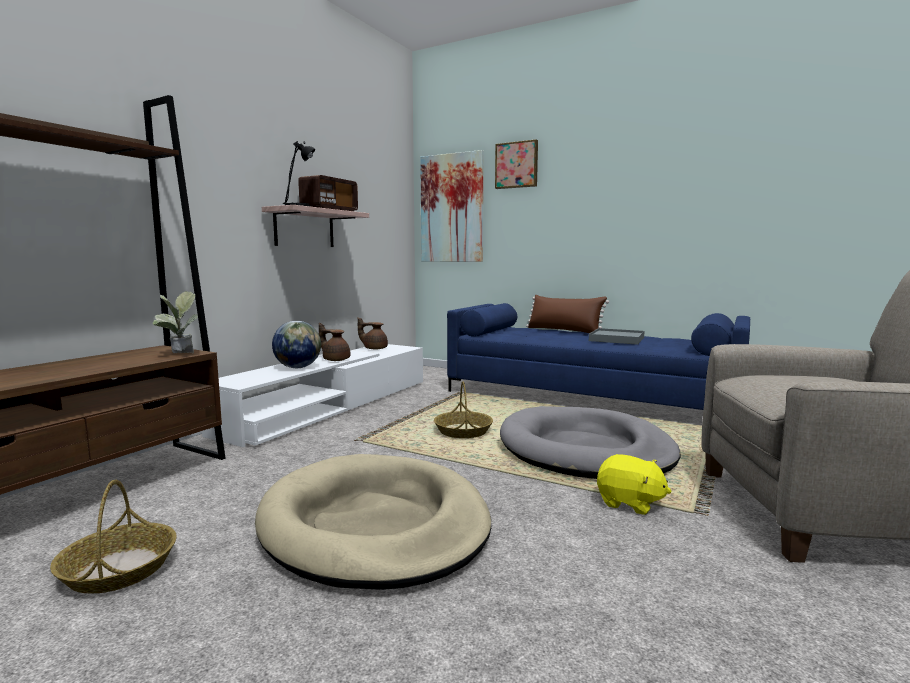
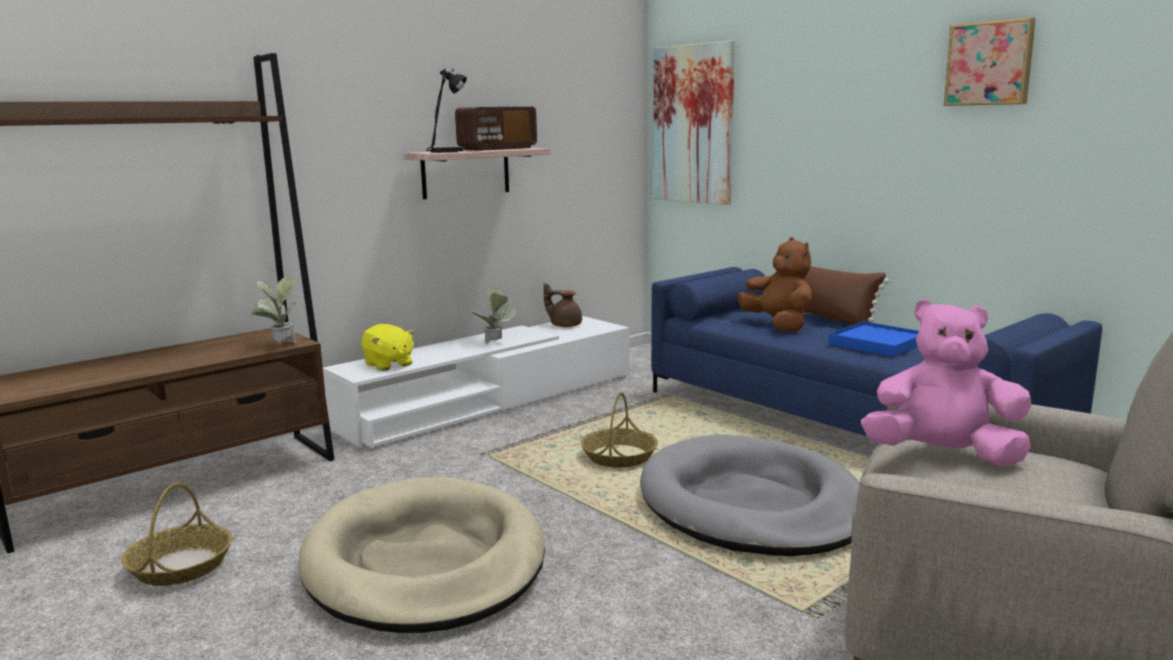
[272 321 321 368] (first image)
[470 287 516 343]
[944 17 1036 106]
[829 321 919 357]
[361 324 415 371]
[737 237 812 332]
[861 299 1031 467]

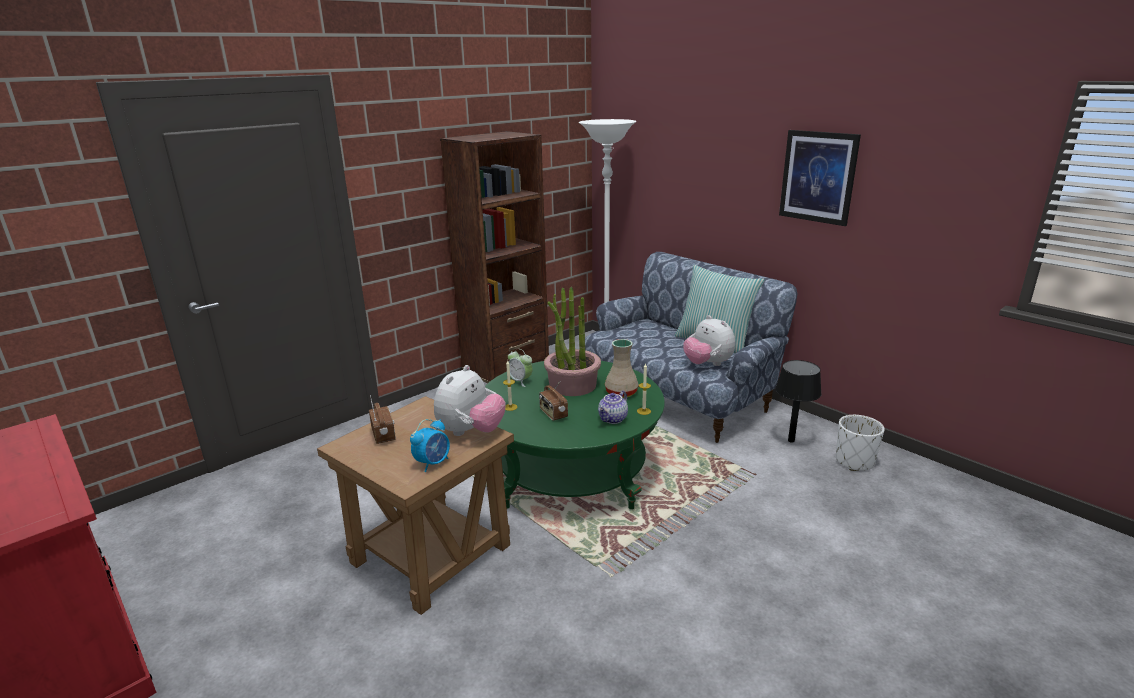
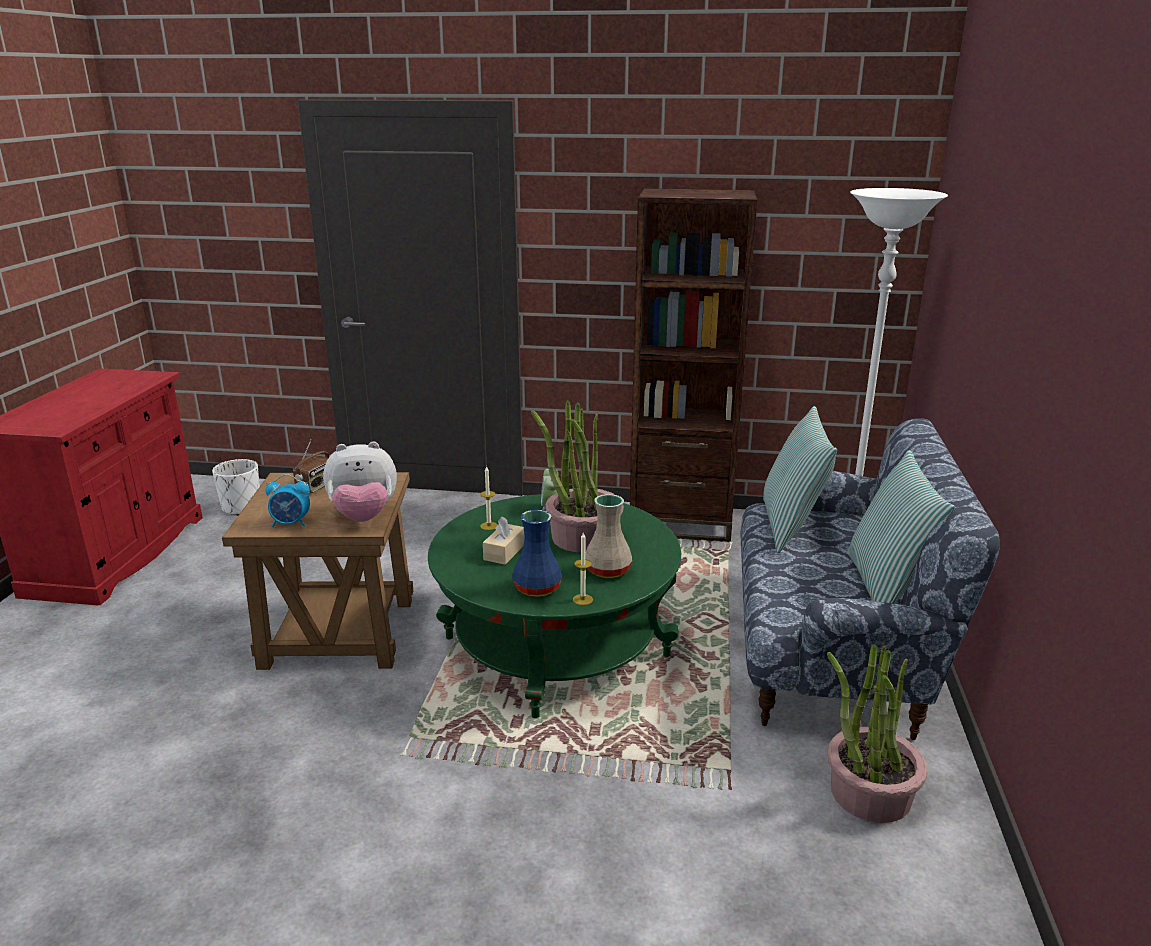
[483 517 525 565]
[512 510 562 597]
[683 315 735 366] (first image)
[827 644 928 823]
[779 130 861 226] (first image)
[212 459 260 516]
[763 406 837 553]

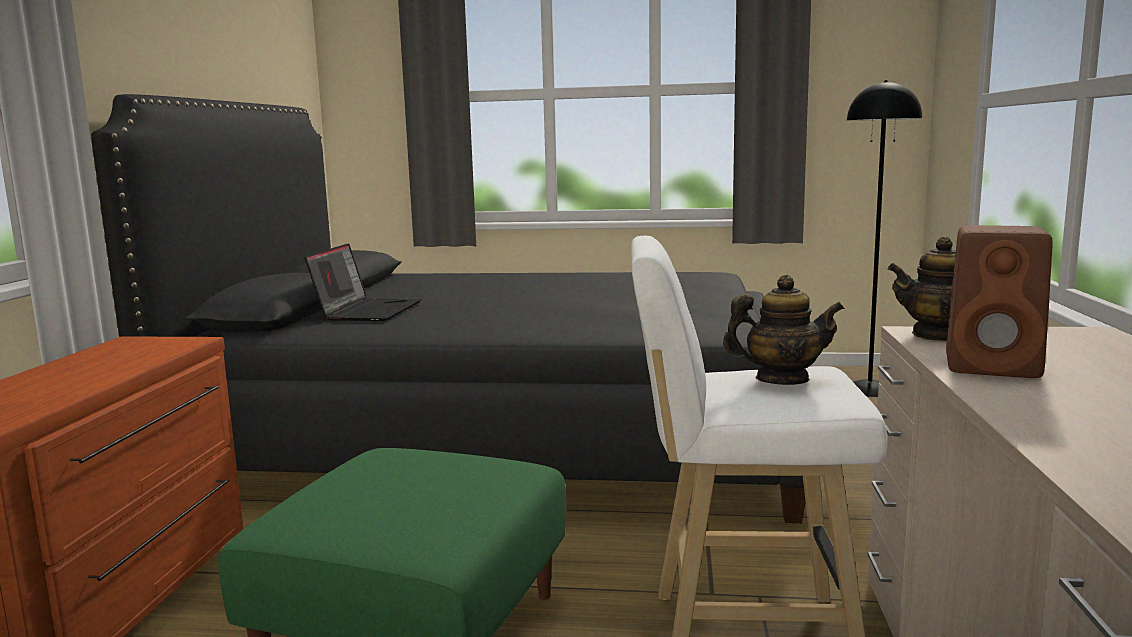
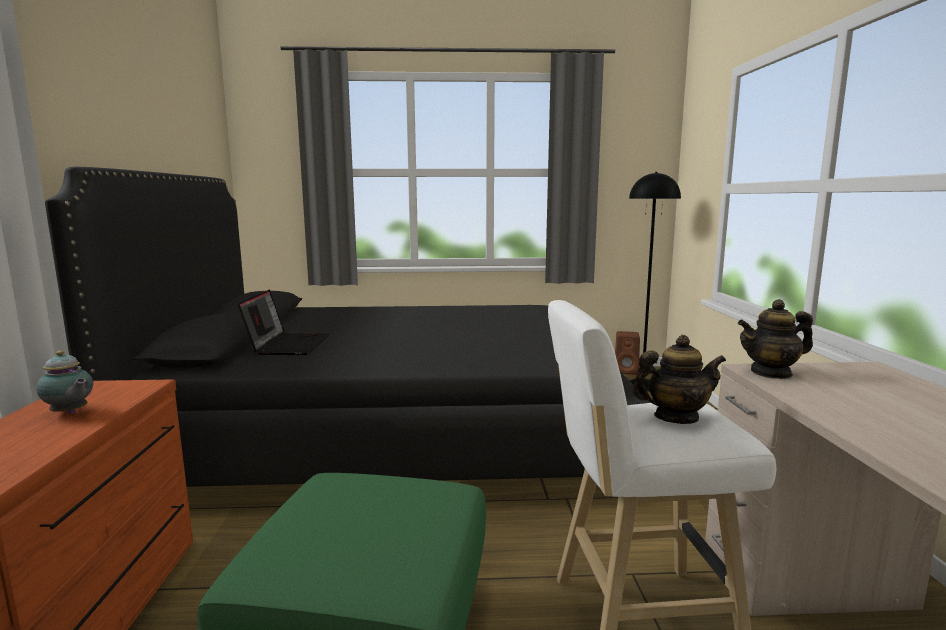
[615 331 640 375]
[36 351 93 414]

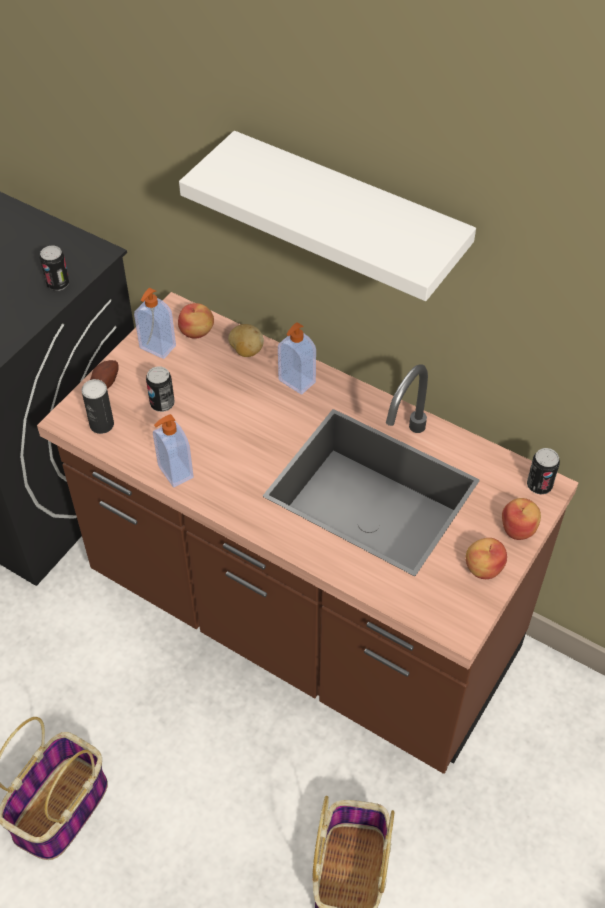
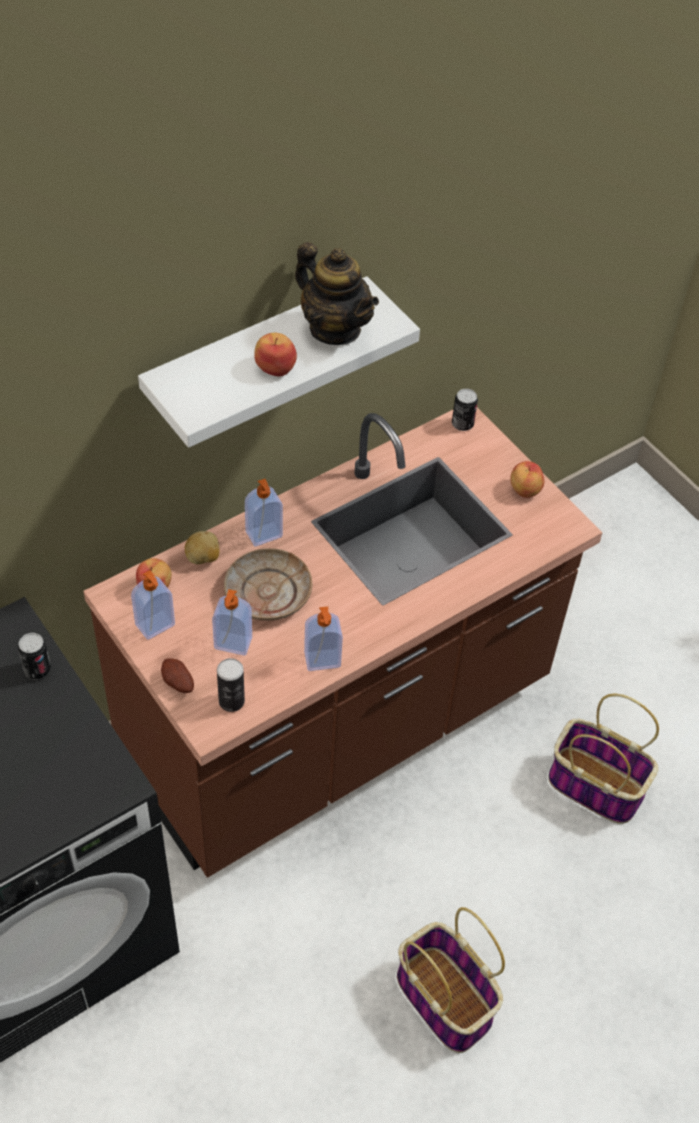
[212 589 252 655]
[254 333 297 376]
[224 548 312 621]
[295 242 379 345]

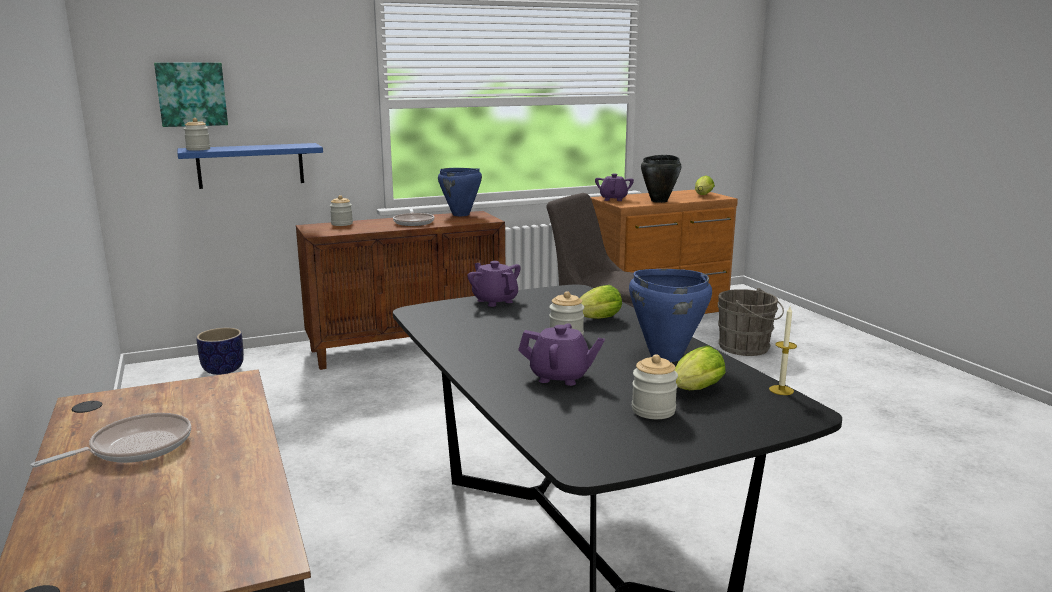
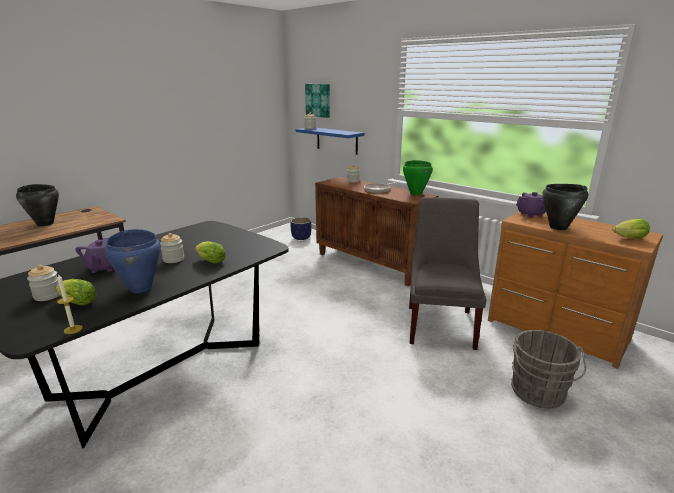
[16 184 59 226]
[403 160 433 195]
[467 261 521 307] (first image)

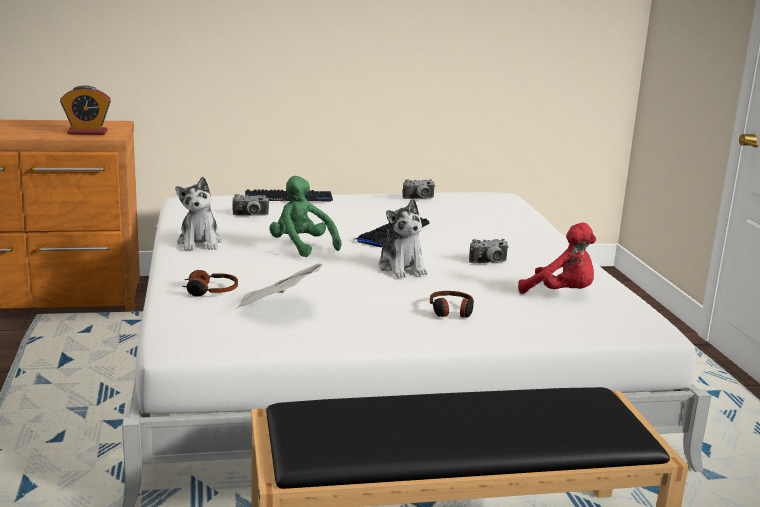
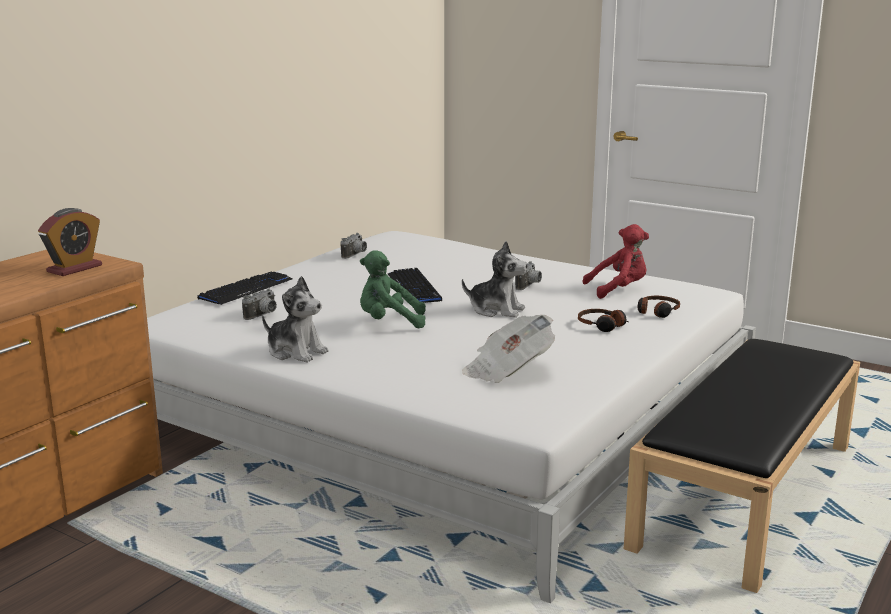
[638 296 680 318]

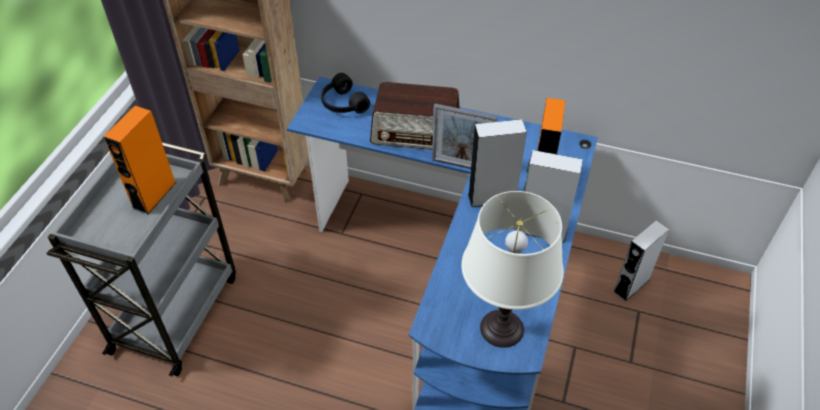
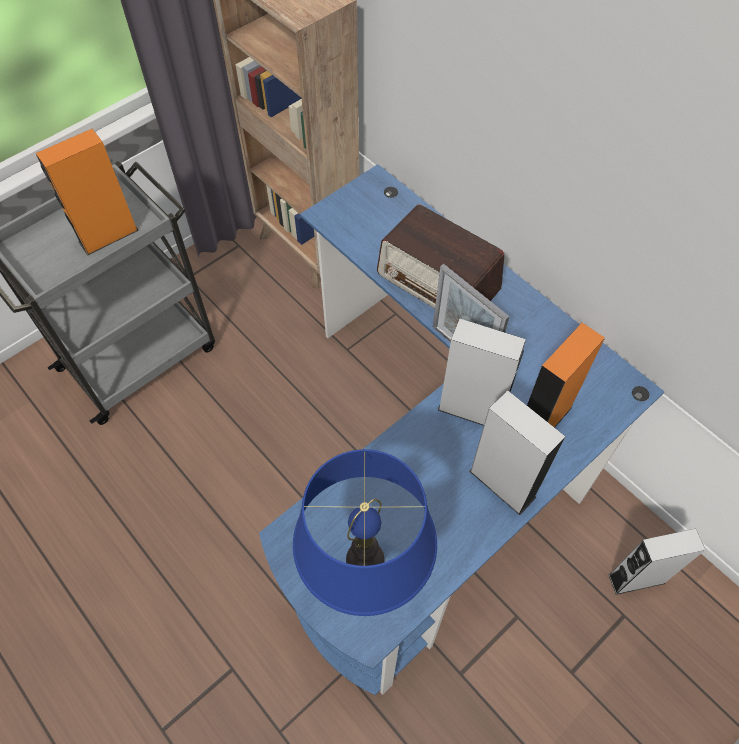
[321 73 370 113] (first image)
[293 449 437 616]

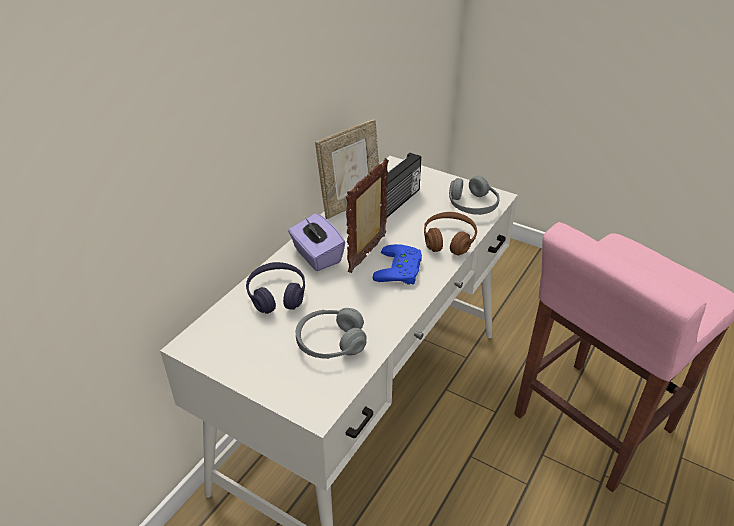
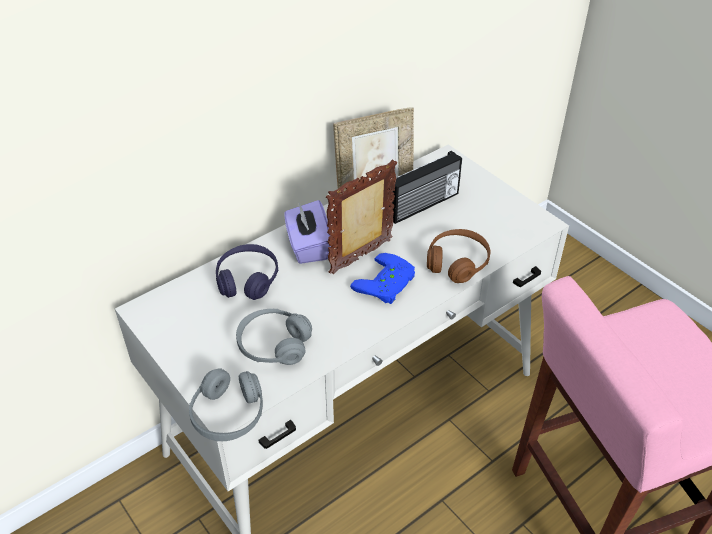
[189 368 263 441]

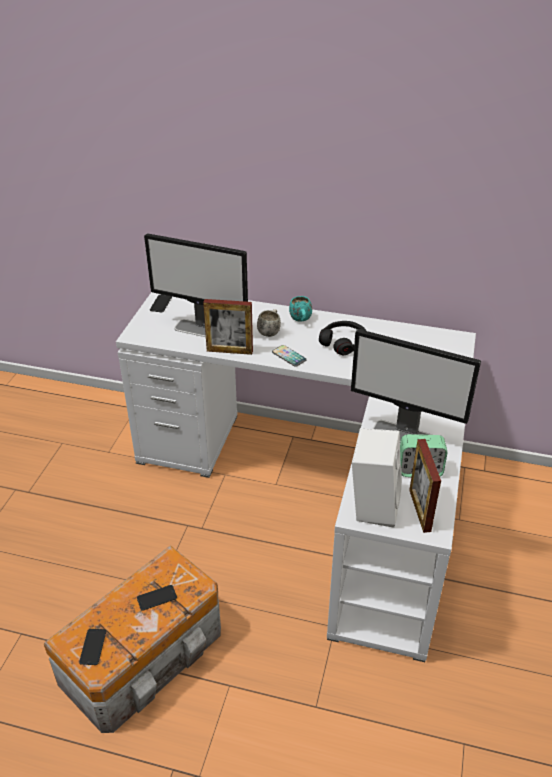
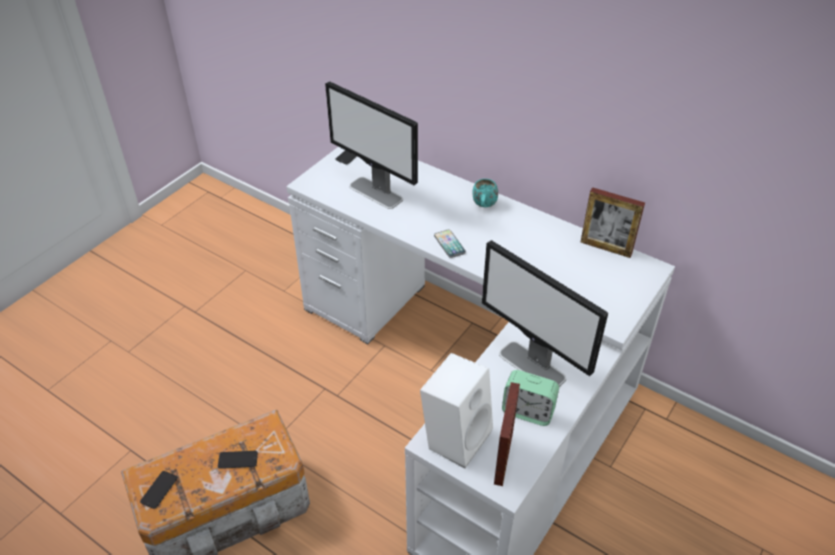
[580 187 645 258]
[257 309 281 337] (first image)
[319 321 366 355] (first image)

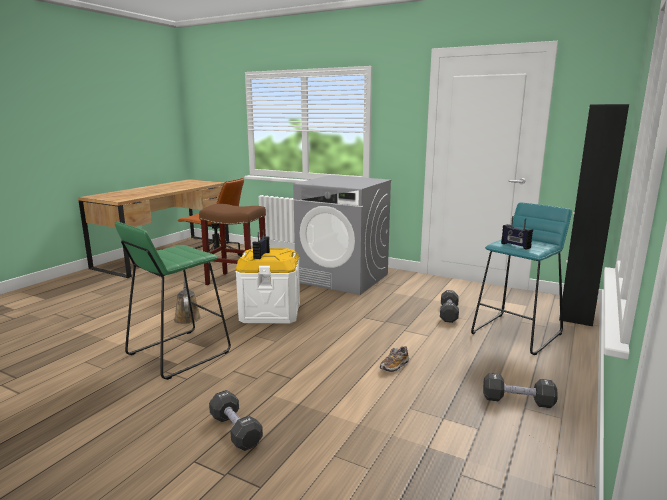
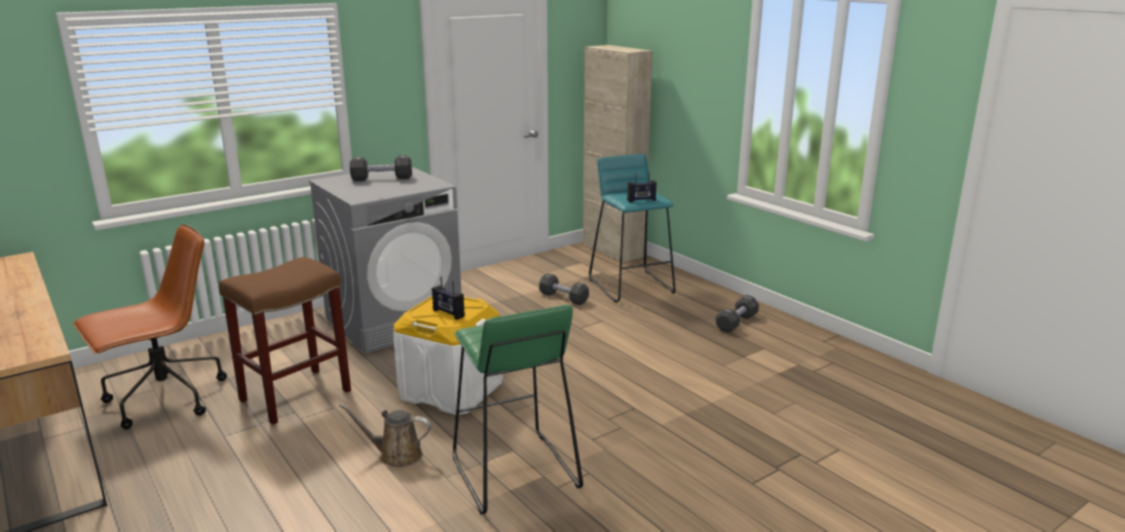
[350 155 412 181]
[380 346 409 372] (first image)
[583 45 653 263]

